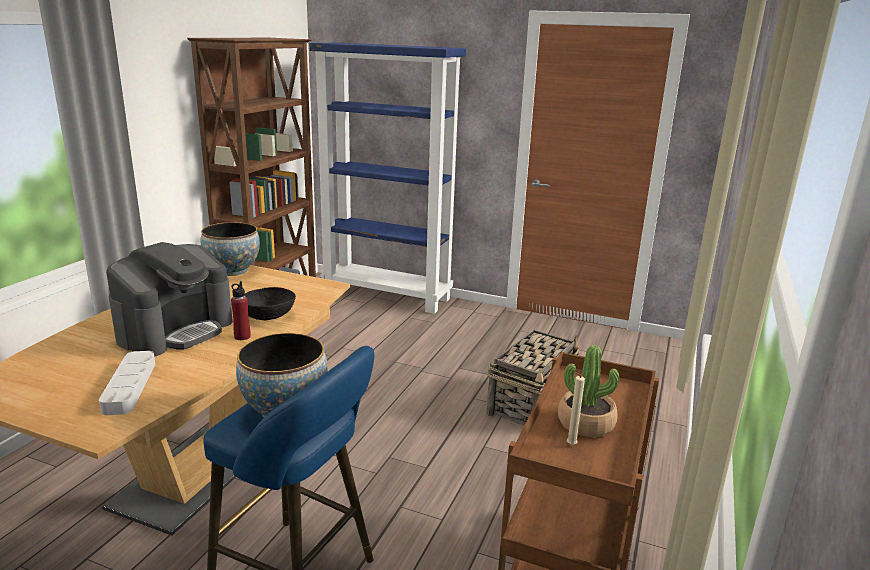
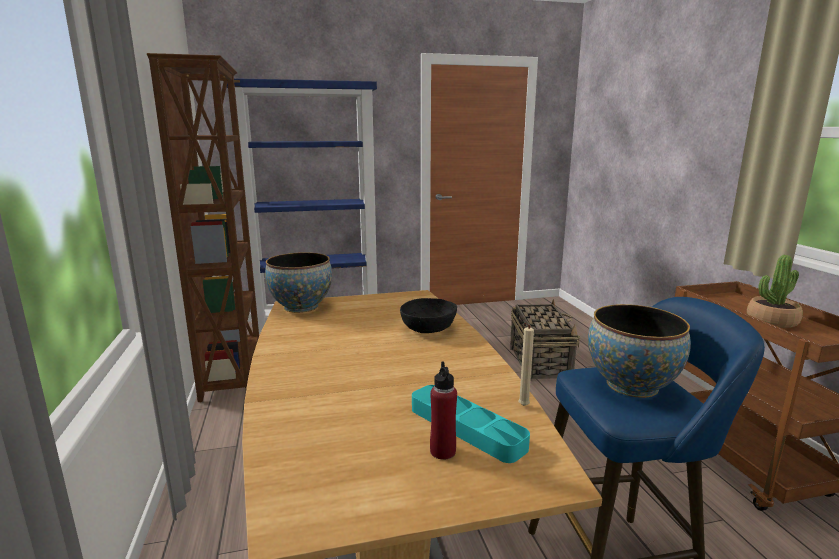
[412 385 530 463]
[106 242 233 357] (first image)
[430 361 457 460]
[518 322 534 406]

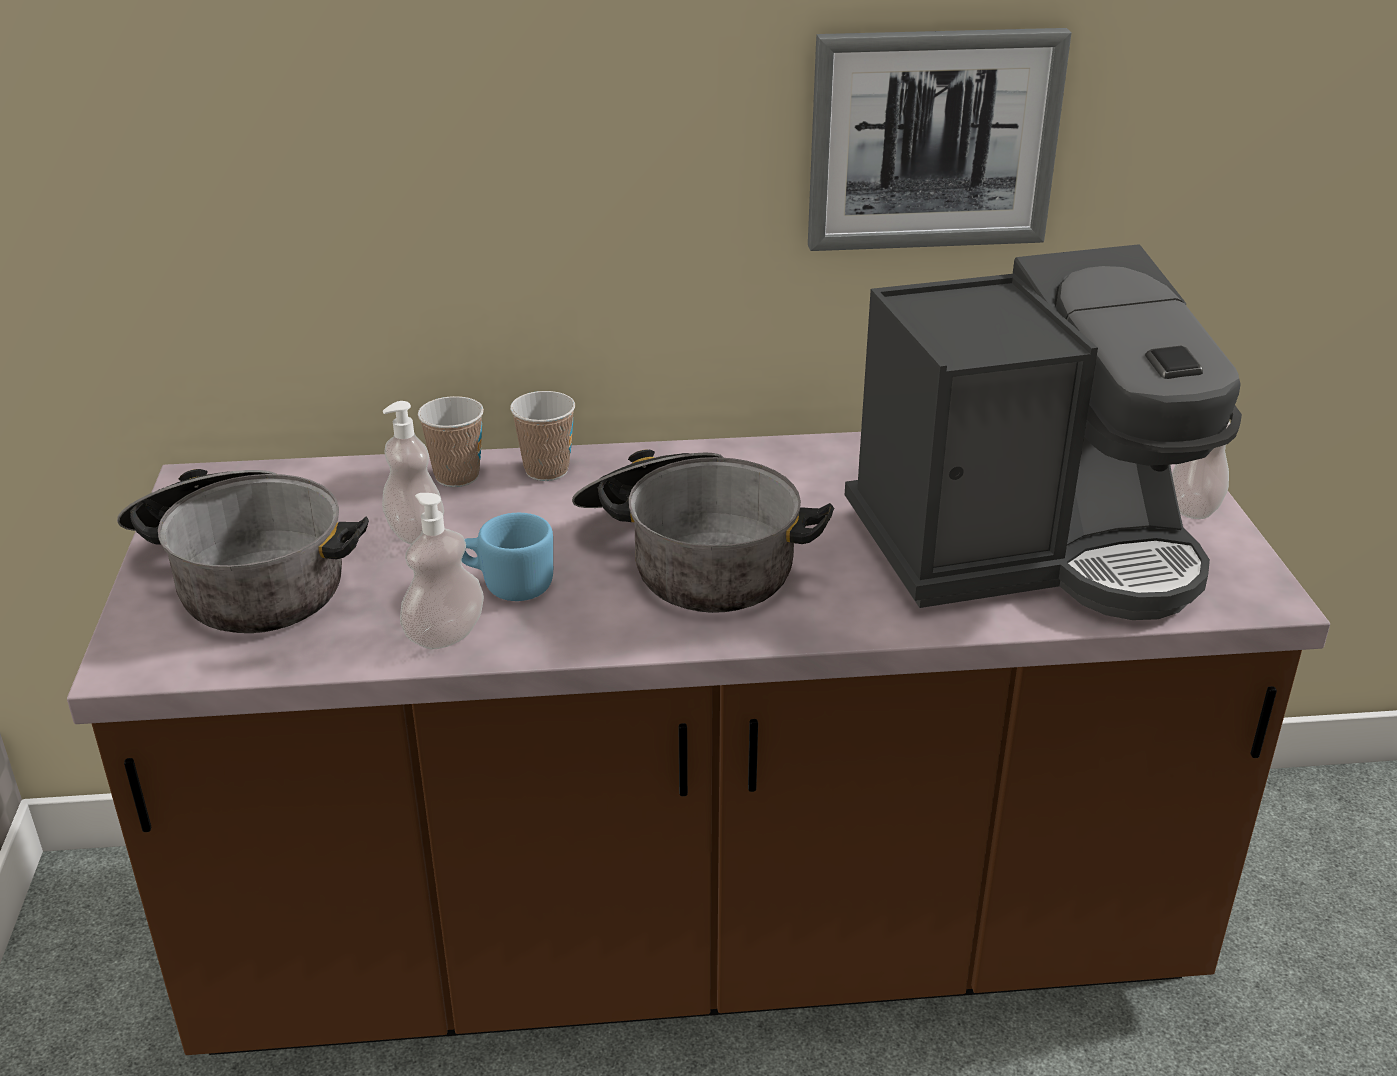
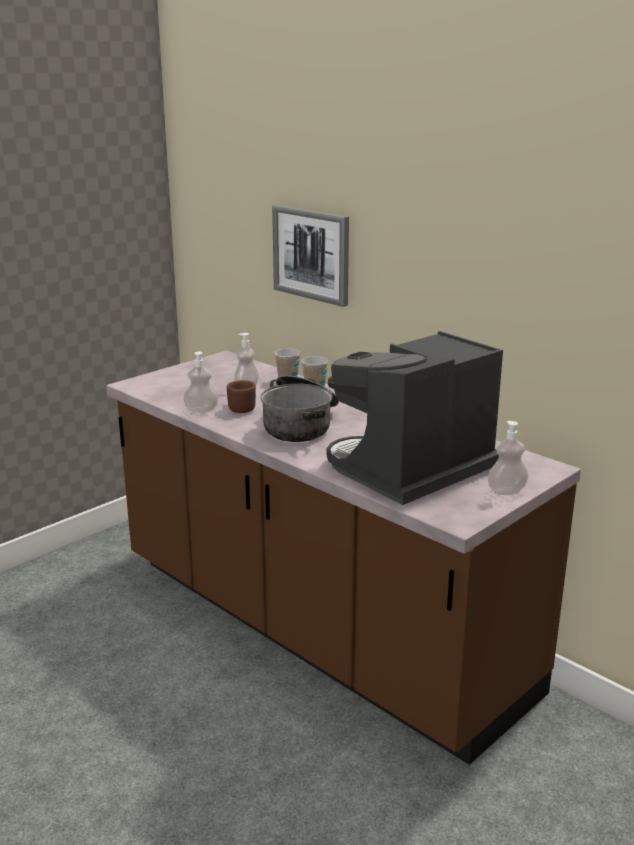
[117 469 369 633] (first image)
[227 380 256 413]
[272 205 349 307]
[327 331 503 505]

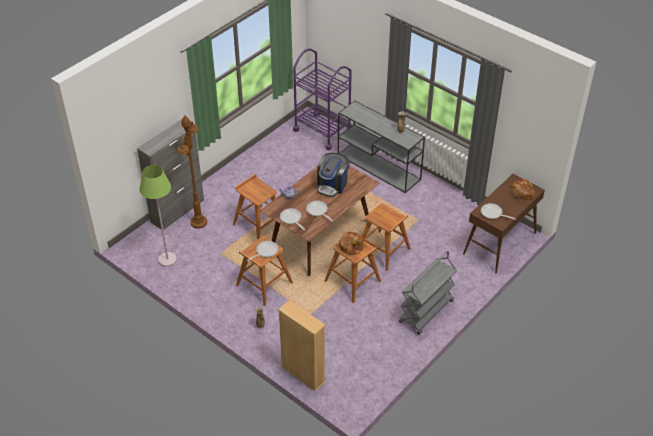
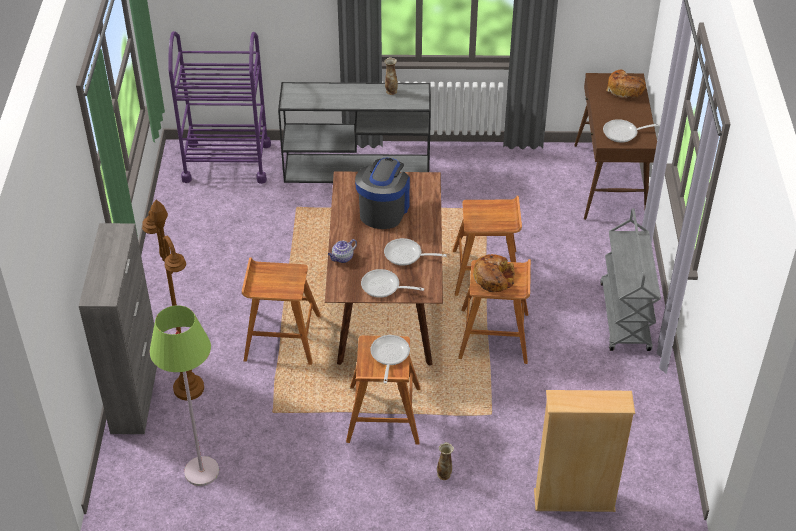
[355 158 410 229]

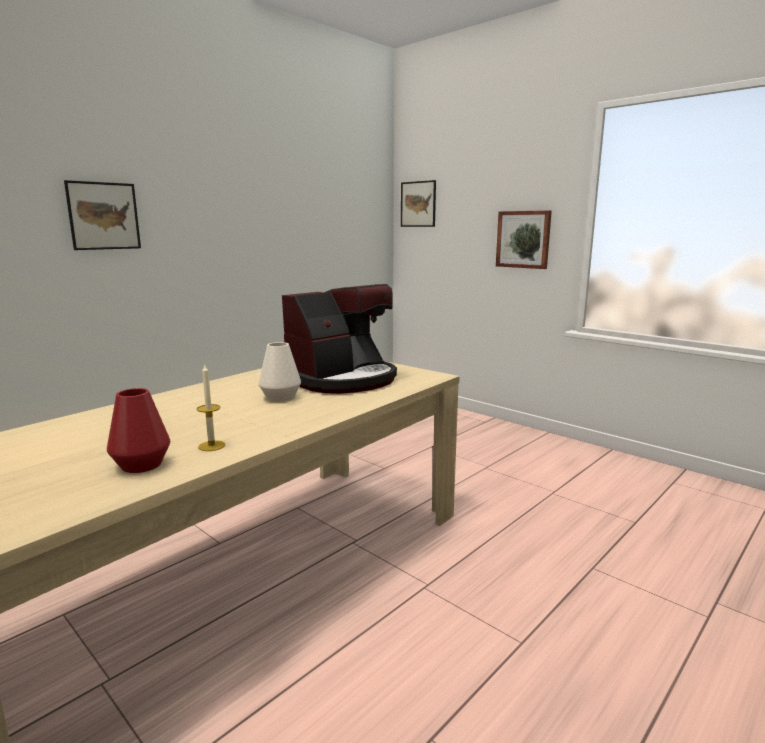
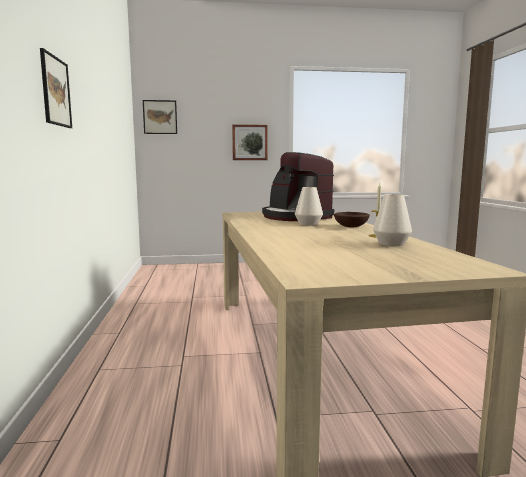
[373 194 412 246]
[262 152 334 221]
[334 212 370 227]

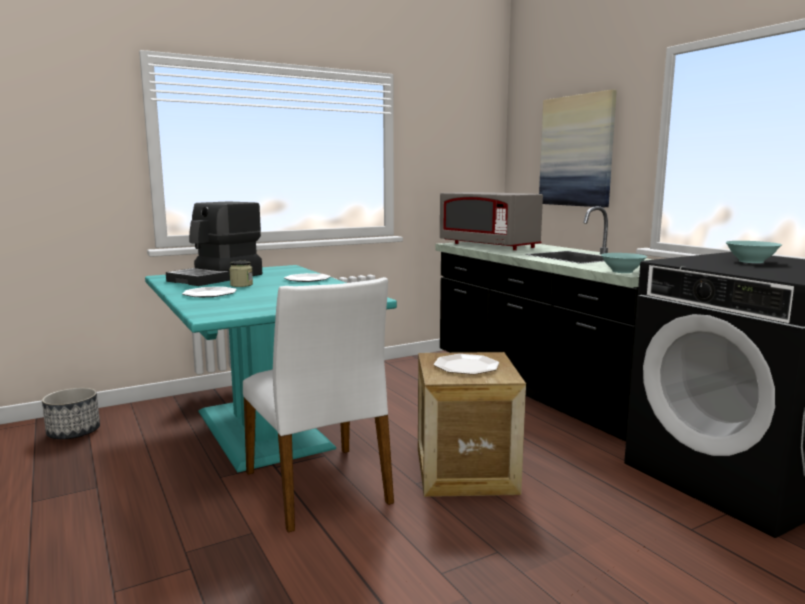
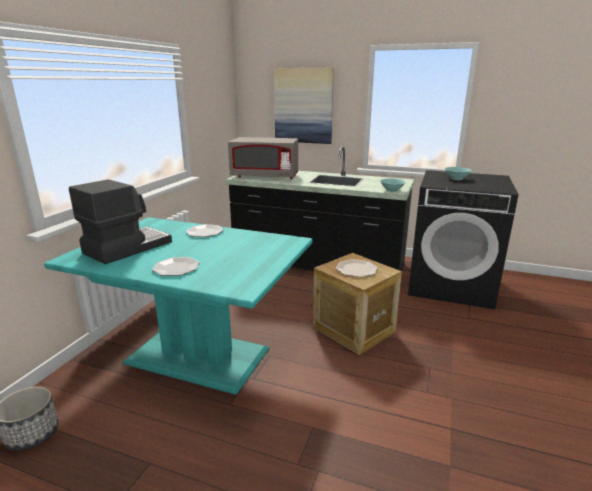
[69 179 172 264]
[229 261 253 287] (first image)
[243 277 394 533] (first image)

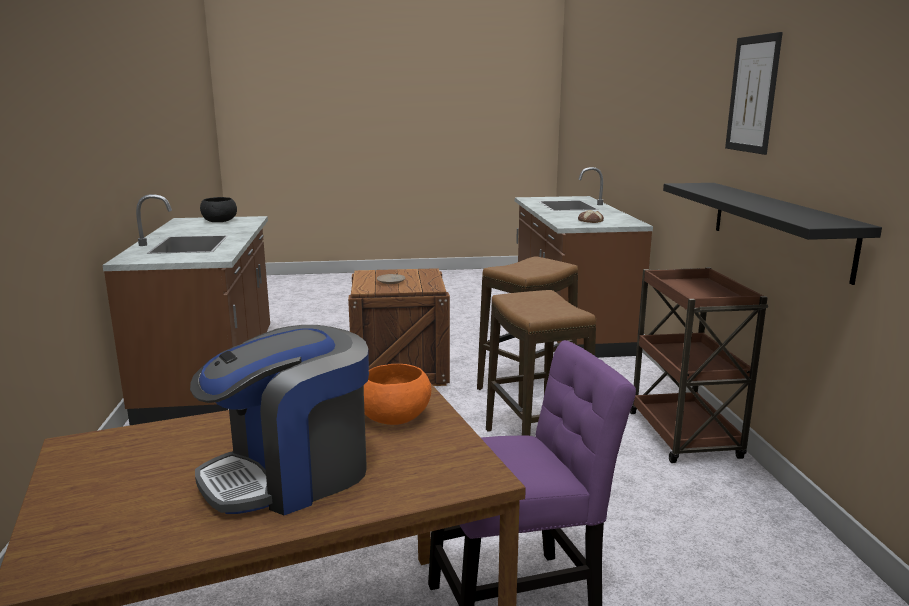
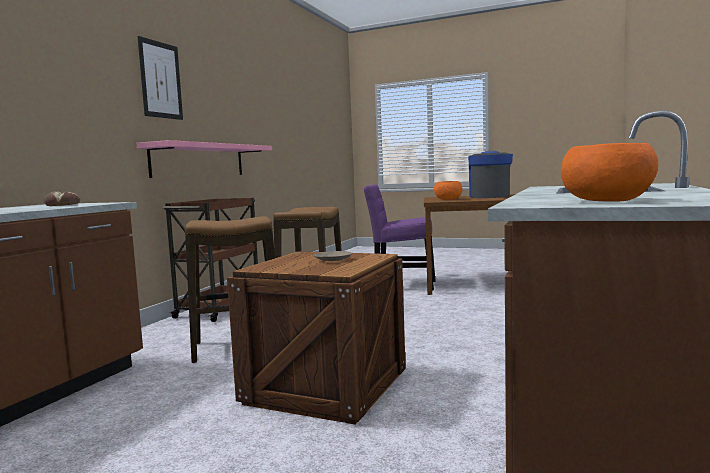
[468 150 513 198]
[561 143 658 202]
[137 140 272 178]

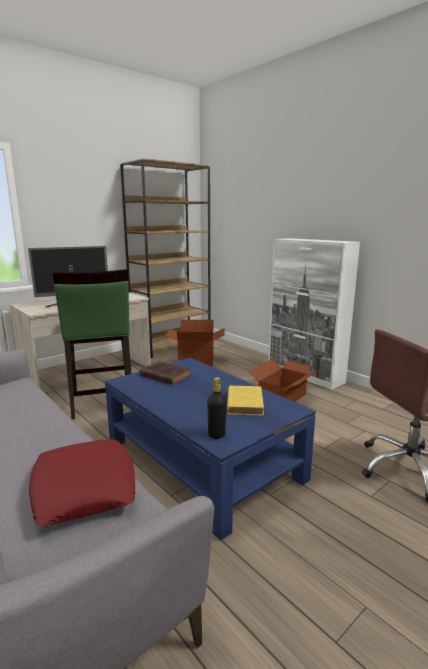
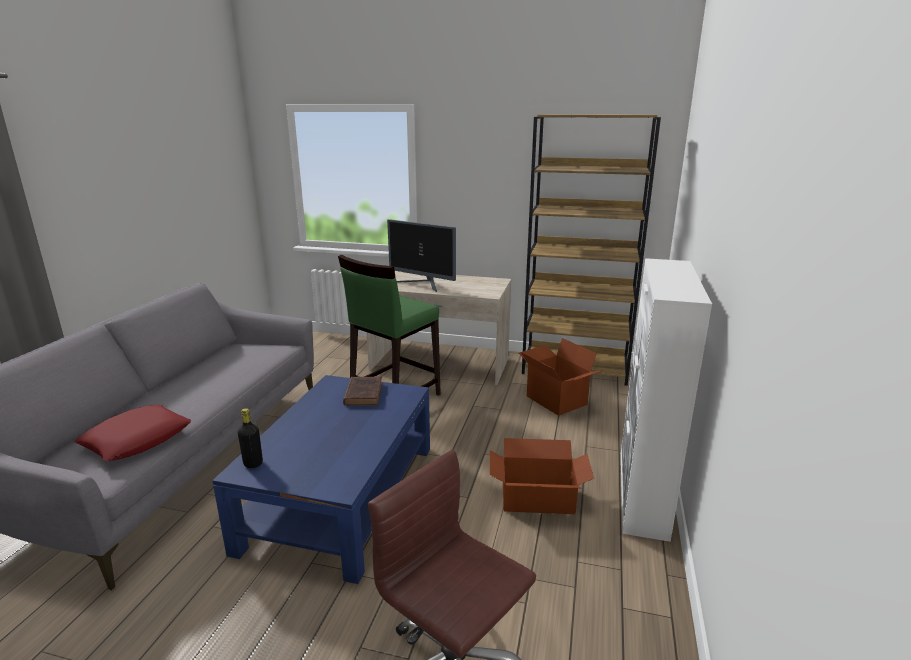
[227 385 264 416] (first image)

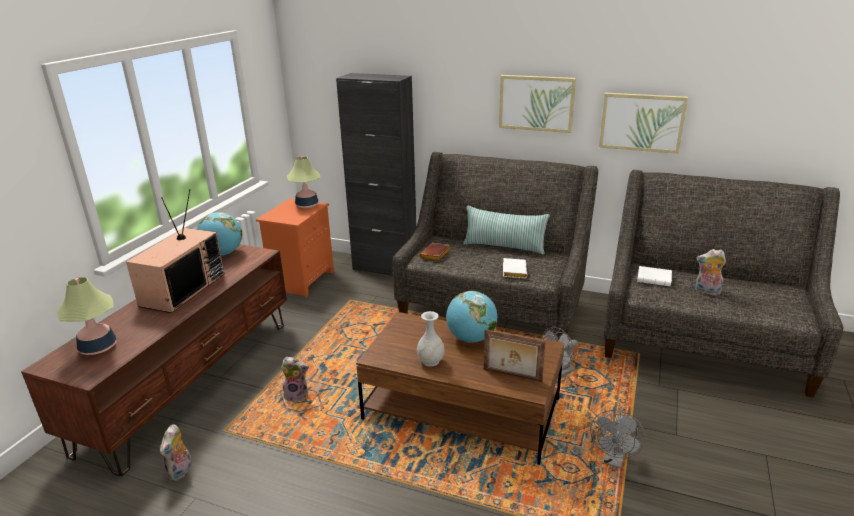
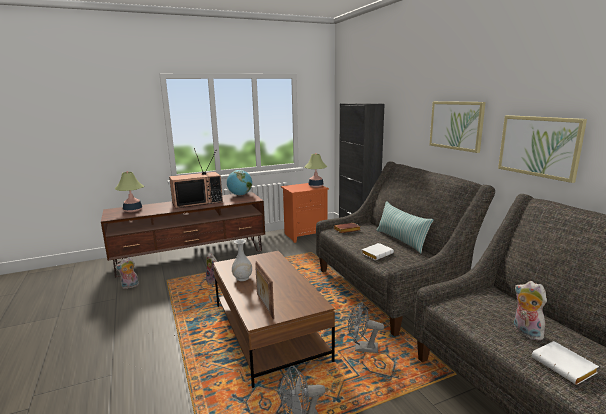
[446 291 497 343] (first image)
[532 341 599 385]

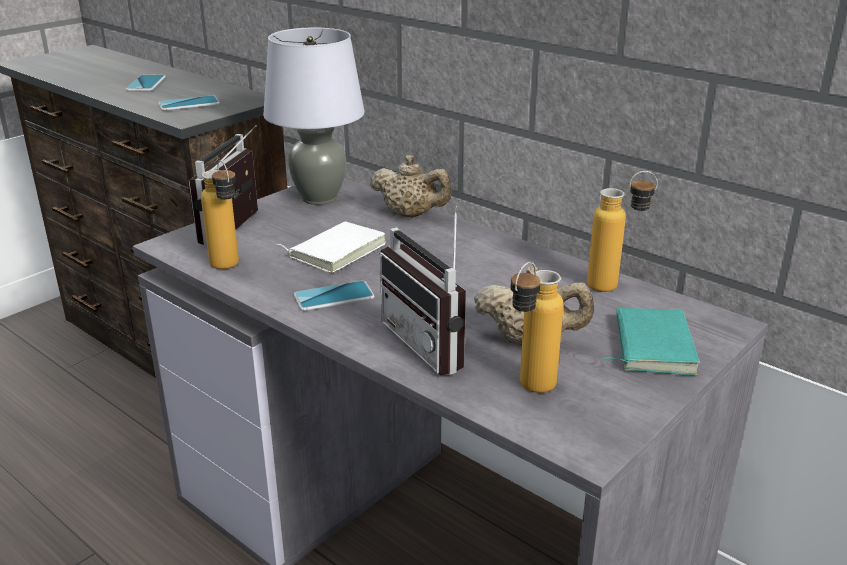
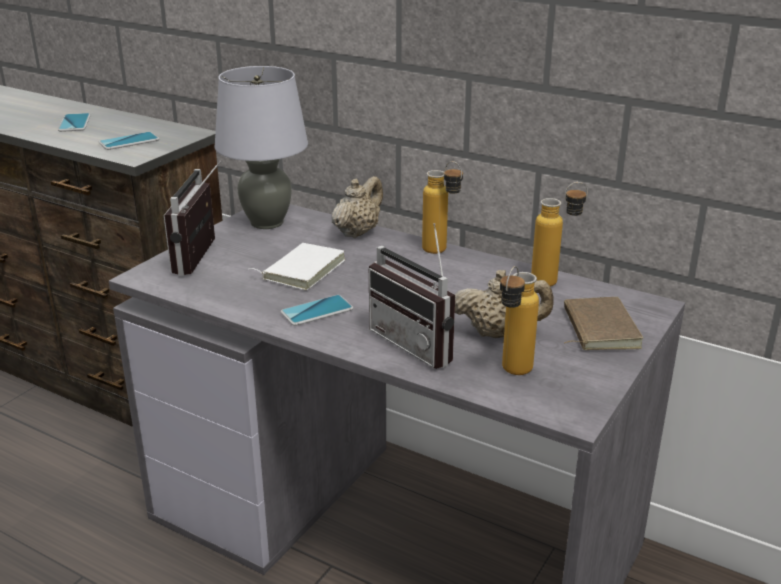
[422 161 463 254]
[332 176 383 238]
[564 297 643 350]

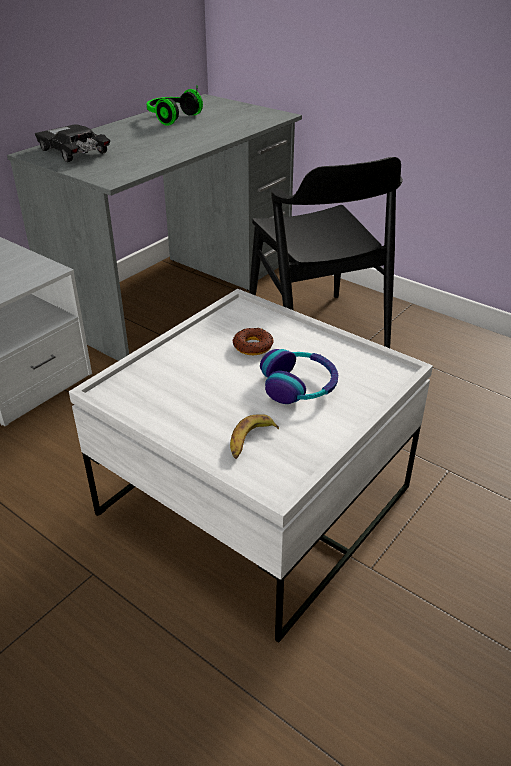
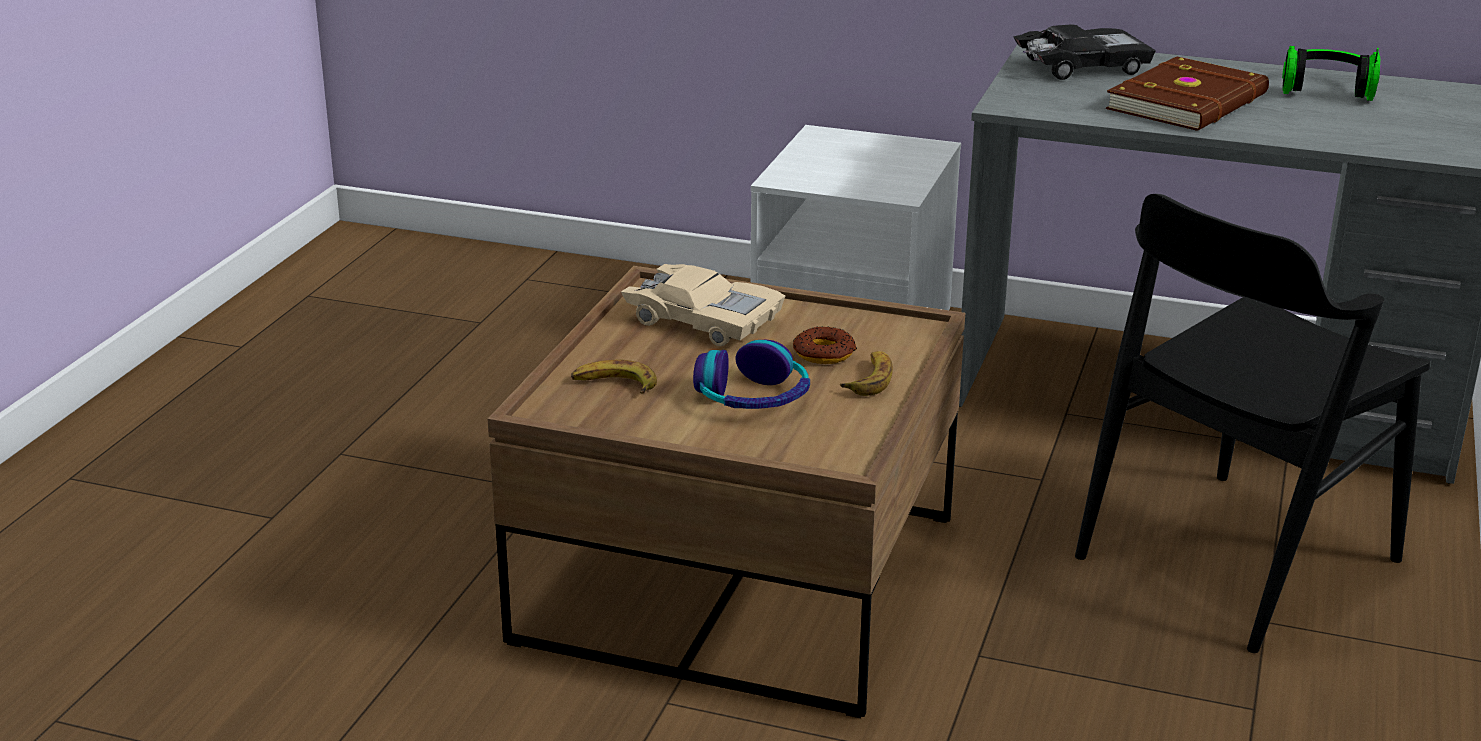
[1013 24 1156 80]
[488 266 965 718]
[621 264 785 346]
[840 351 893 396]
[1105 56 1269 131]

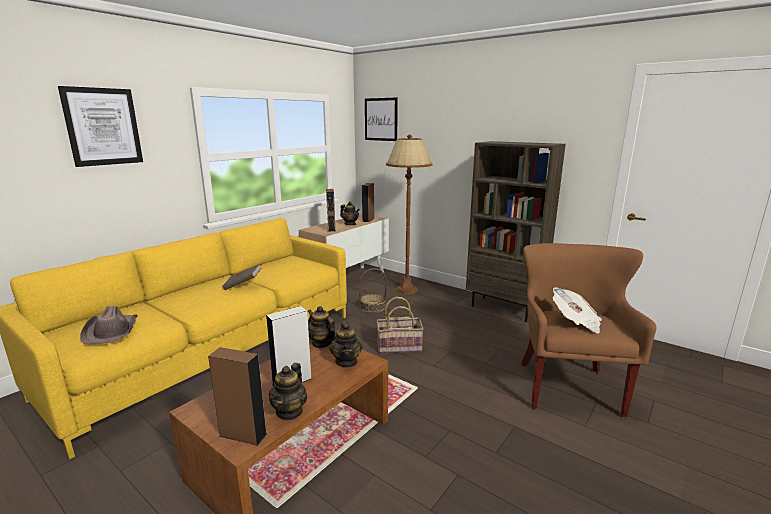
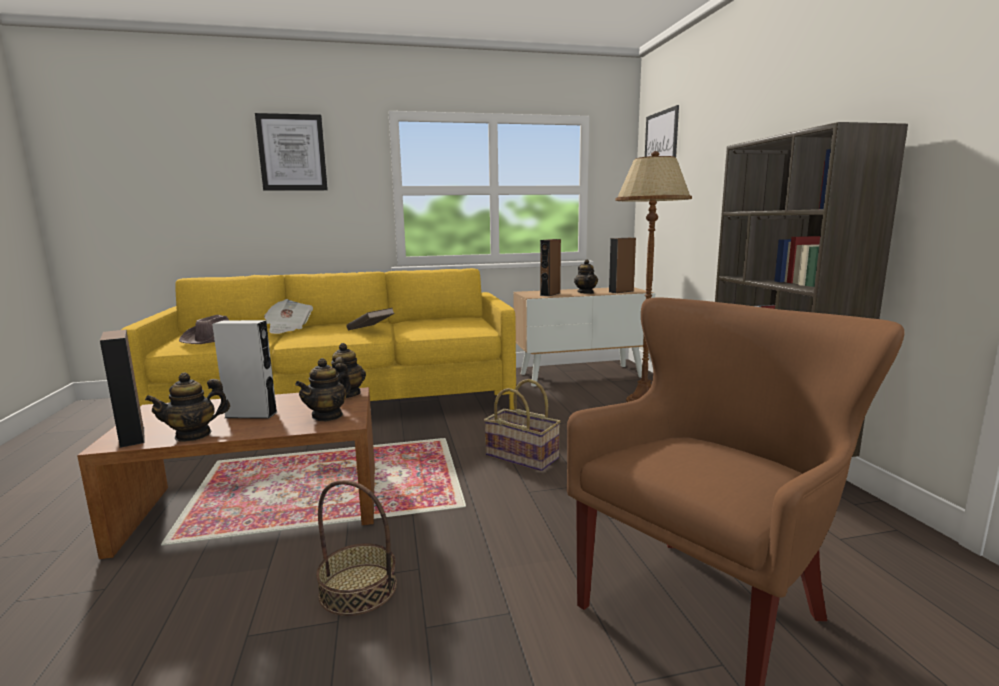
[316 480 397 616]
[264 299 313 334]

